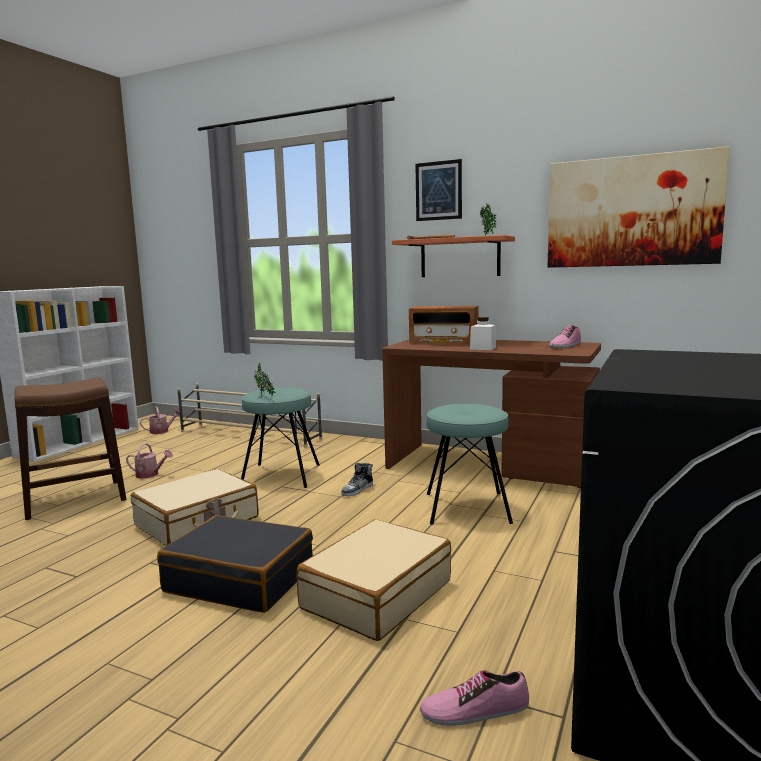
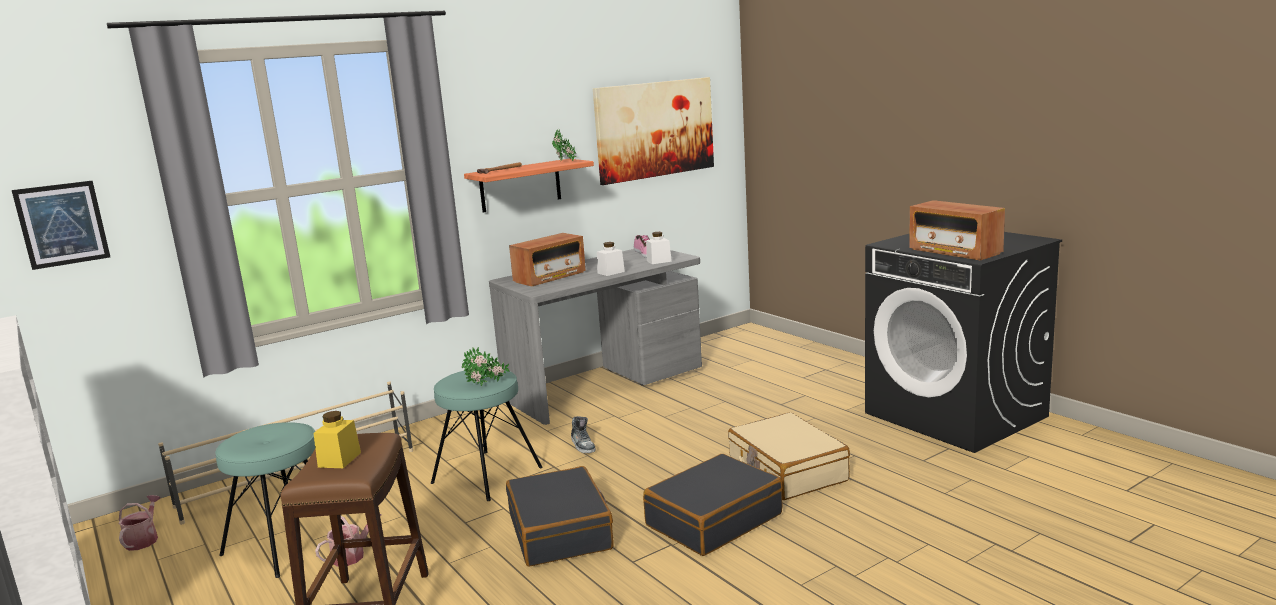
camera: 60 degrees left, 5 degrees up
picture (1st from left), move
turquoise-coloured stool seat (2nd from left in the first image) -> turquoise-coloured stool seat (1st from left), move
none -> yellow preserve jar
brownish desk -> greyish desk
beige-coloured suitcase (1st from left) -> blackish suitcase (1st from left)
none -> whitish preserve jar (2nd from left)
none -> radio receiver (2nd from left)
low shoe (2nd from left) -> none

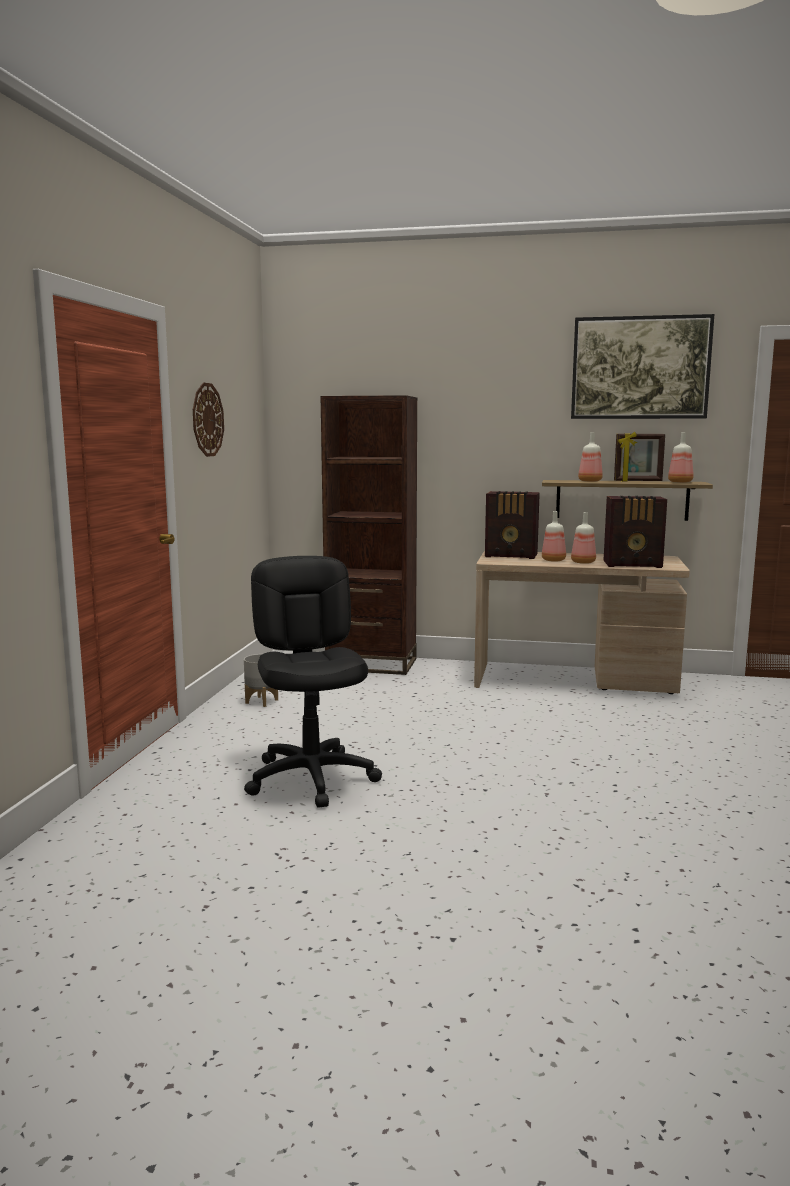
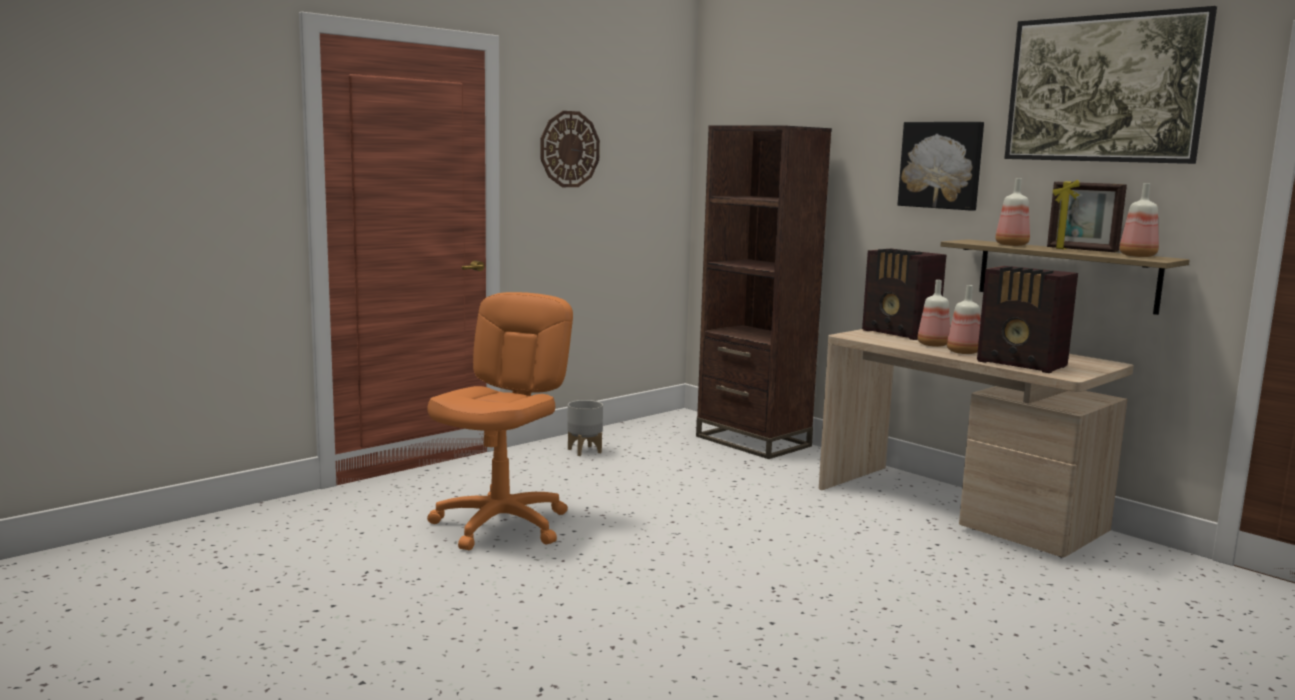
camera: 35 degrees right, 0 degrees up
blackish desk chair -> orange desk chair
none -> picture (1st from left)

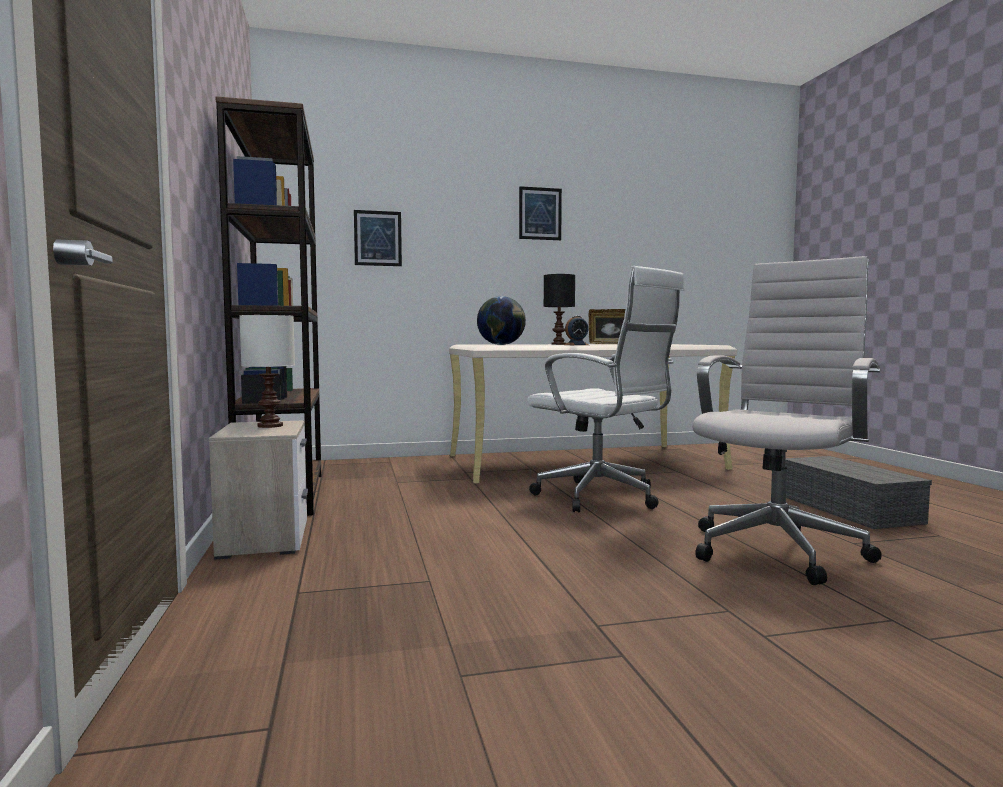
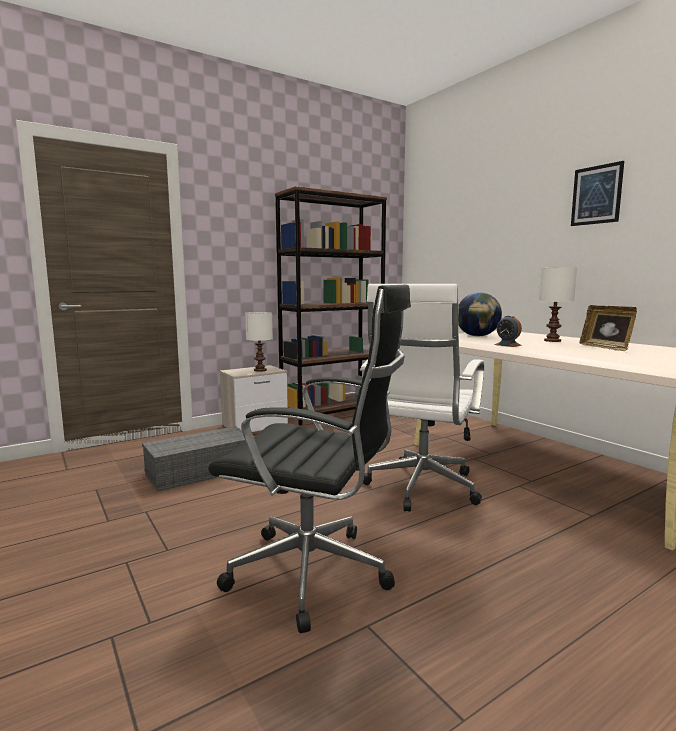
camera: 70 degrees right, 5 degrees up
greyish storage container, move
whitish desk chair (2nd from left) -> blackish desk chair
blackish tabletop lamp -> whitish tabletop lamp (2nd from left)
picture (1st from left) -> none

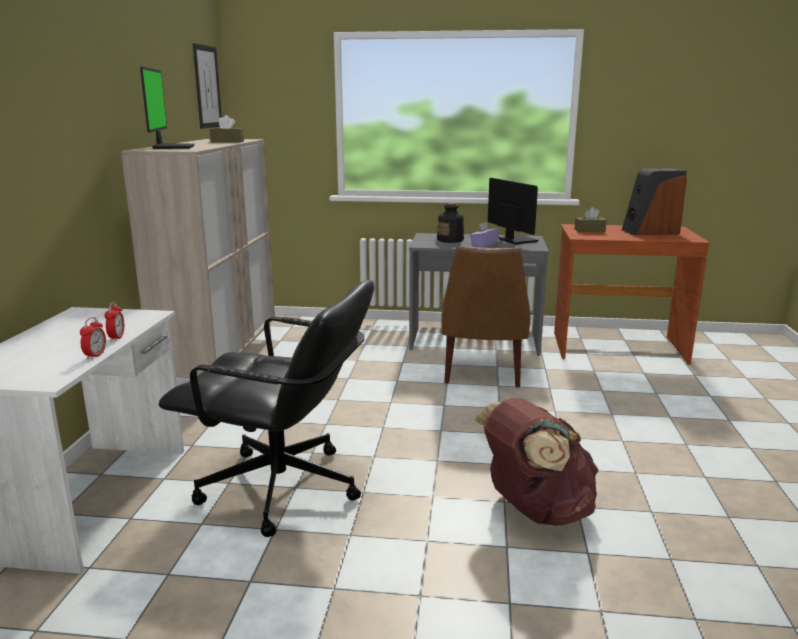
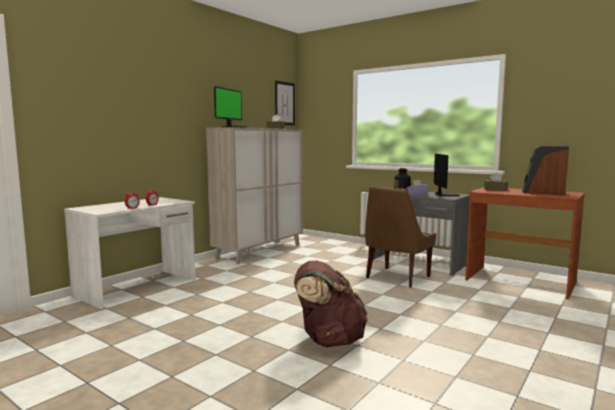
camera: 30 degrees right, 10 degrees down
blackish desk chair -> none

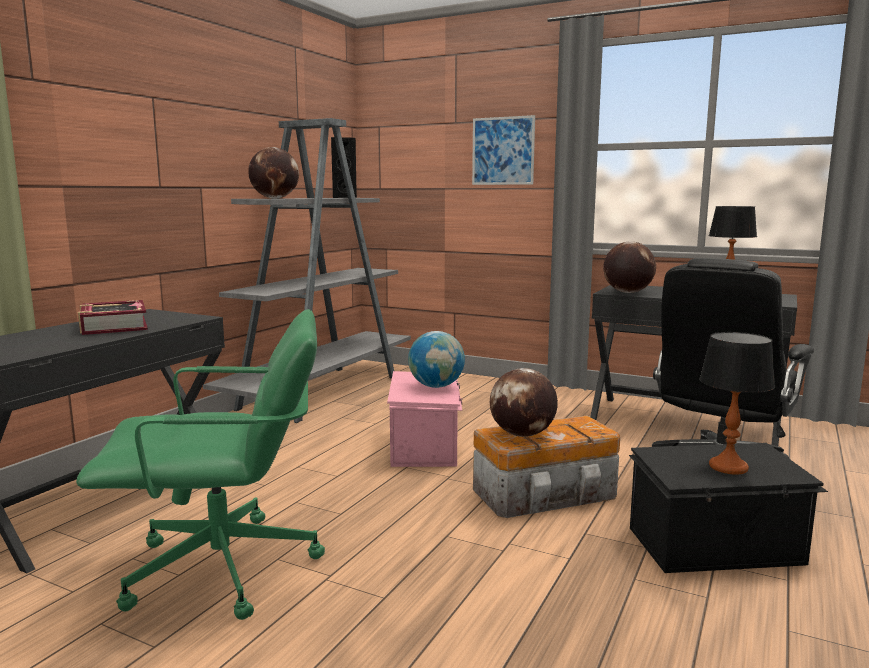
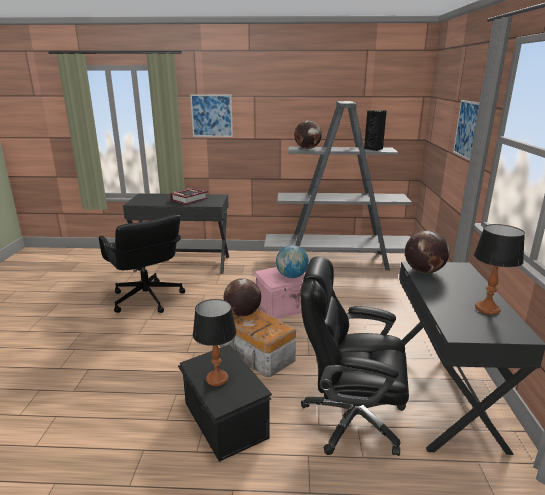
camera: 65 degrees right, 10 degrees up
greenish desk chair -> blackish desk chair (1st from left)
none -> picture (1st from left)

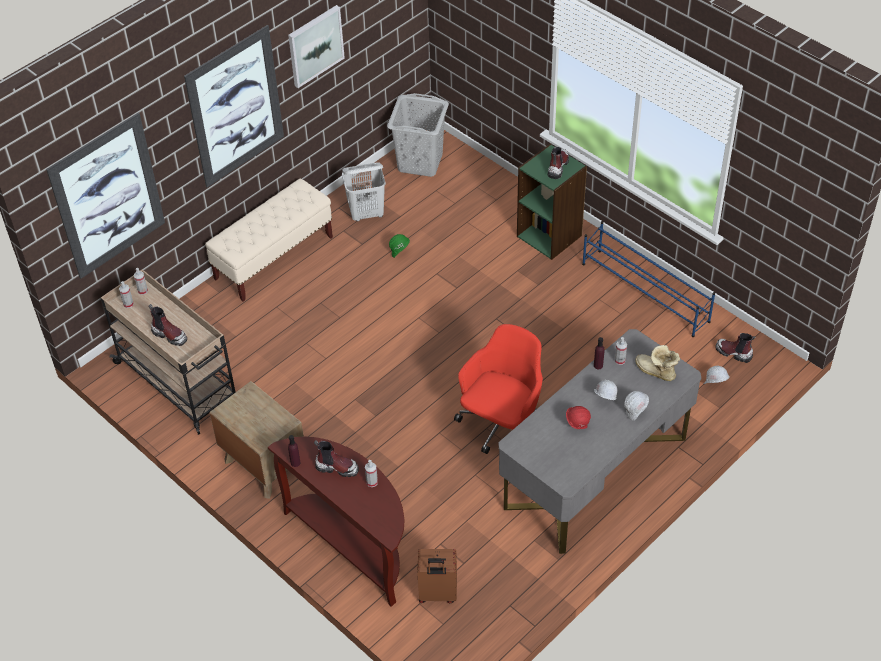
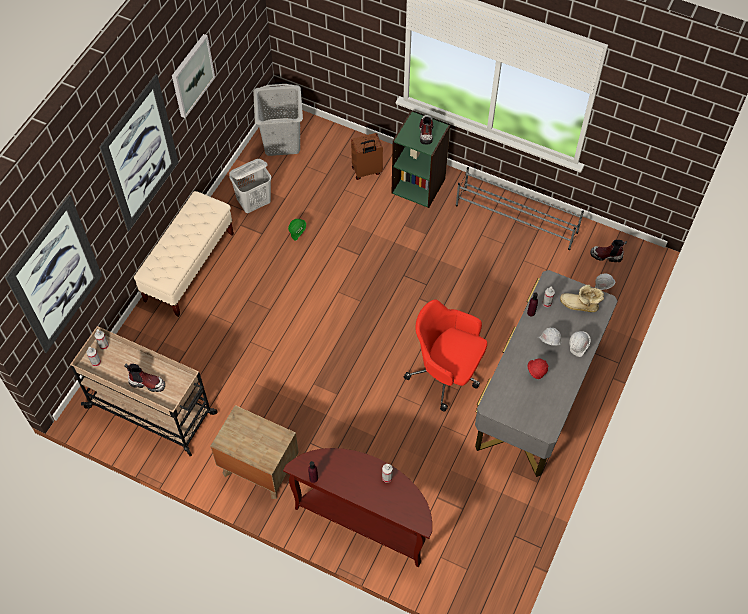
camera: 20 degrees left, 10 degrees up
brownish suitcase, move
red desk chair, 75 degrees counterclockwise
blue shoe shelf -> greyish shoe shelf
high-top boot (2nd from left) -> none

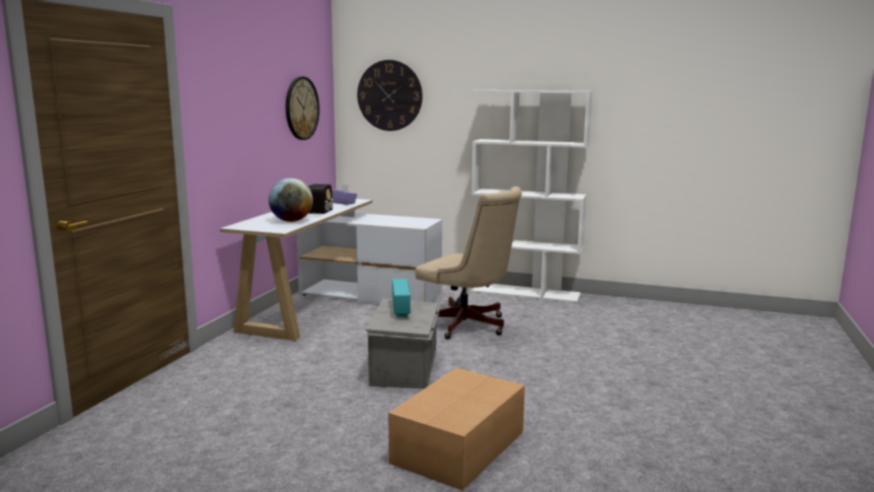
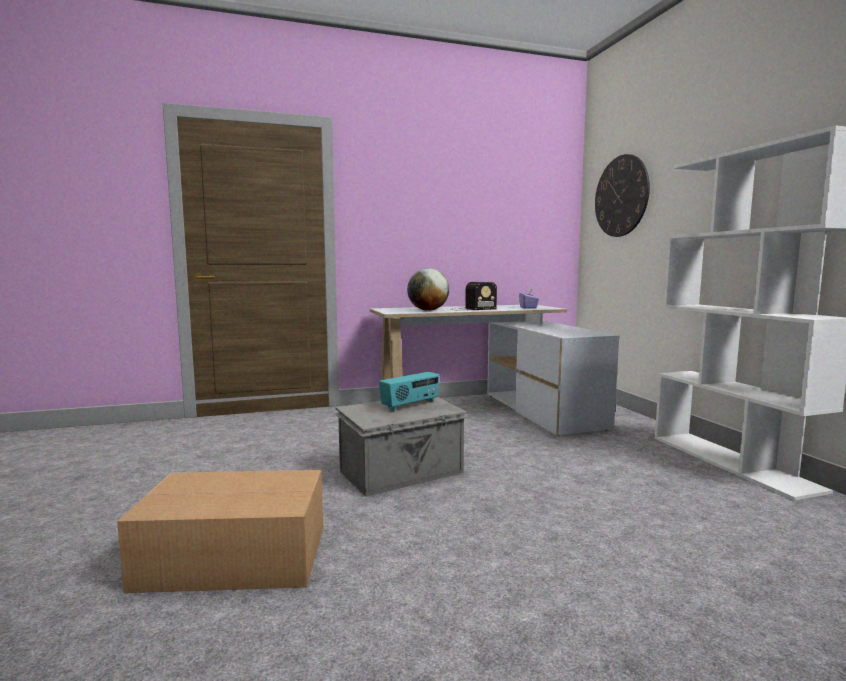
camera: 55 degrees right, 5 degrees down
wall clock (1st from left) -> none
beige-coloured desk chair -> none

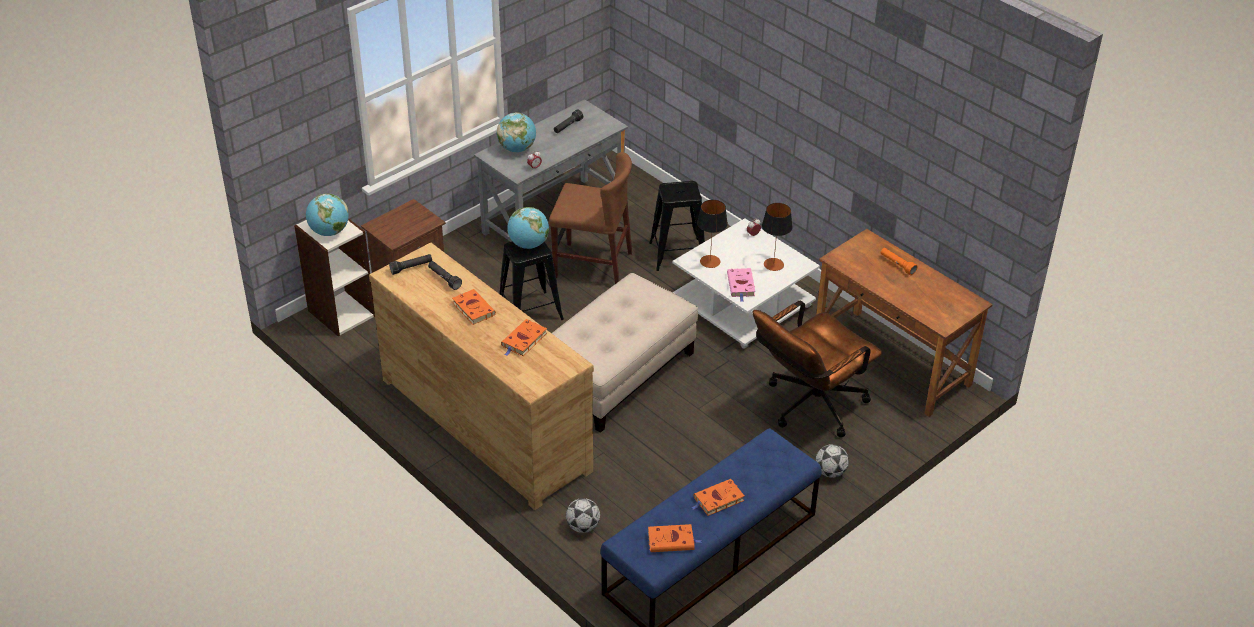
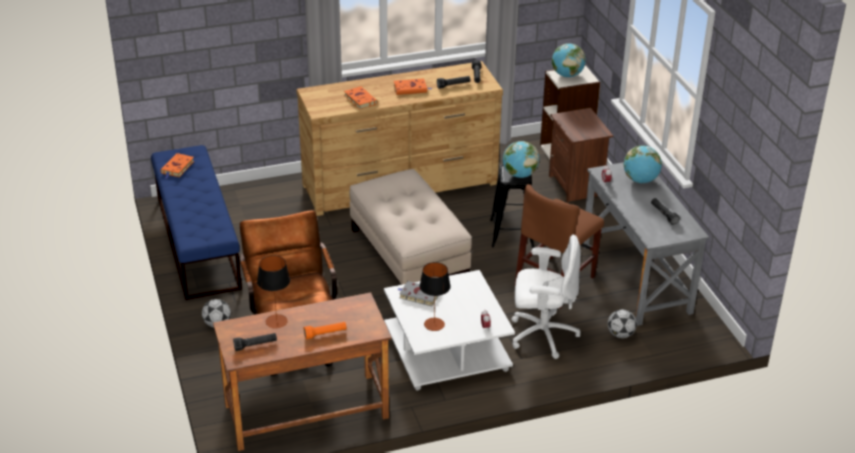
camera: 115 degrees right, 5 degrees down
none -> blackish torch (1st from left)
tabletop lamp (1st from left), move
pink volume -> greyish volume
blackish stool seat (2nd from left) -> whitish desk chair
ball for football (1st from left in the first image) -> ball for football (2nd from left), move
orange volume (4th from left) -> none

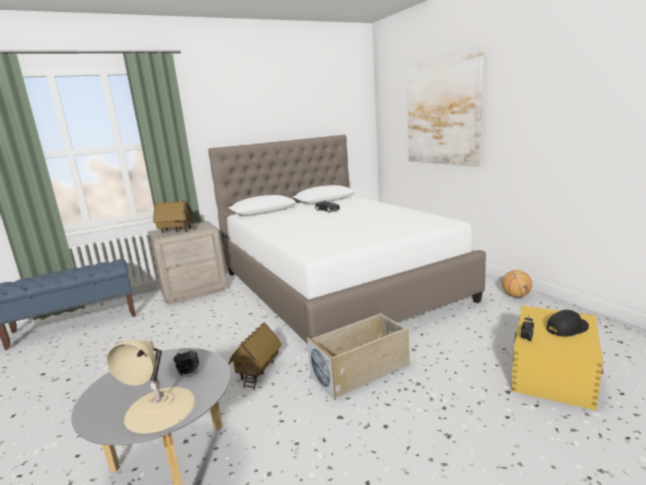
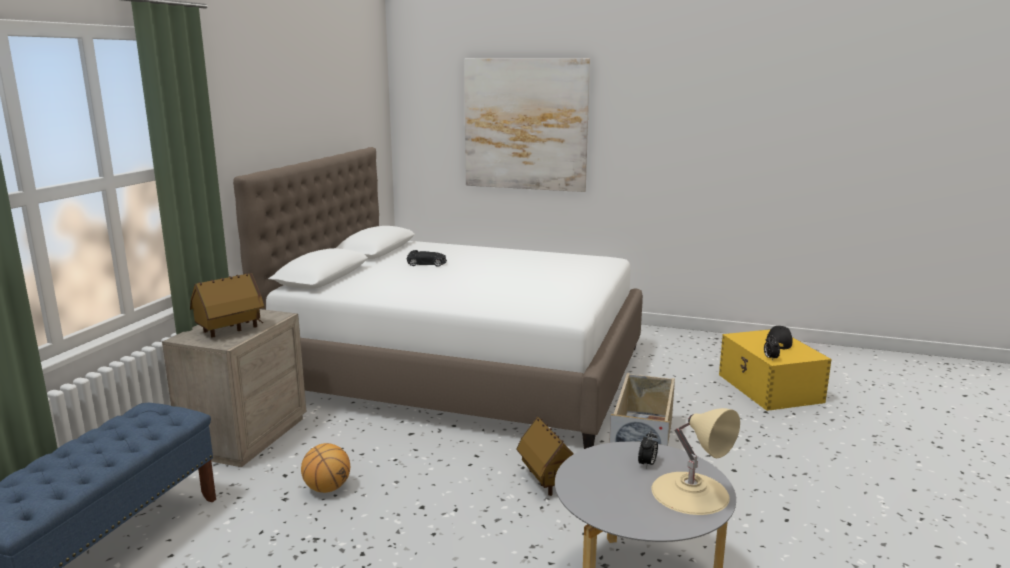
camera: 45 degrees left, 0 degrees up
basketball, move

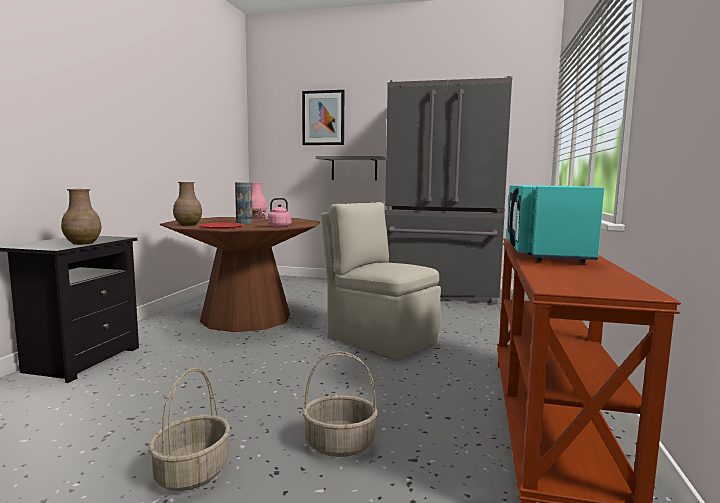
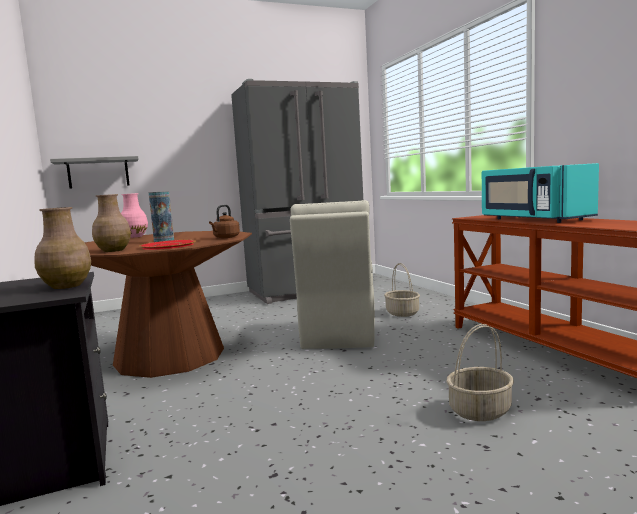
camera: 35 degrees left, 0 degrees up
greyish shelf, move
pink tea kettle -> brownish tea kettle
beige-coloured plain chair, 90 degrees counterclockwise
household basket (1st from left), move
picture -> none

